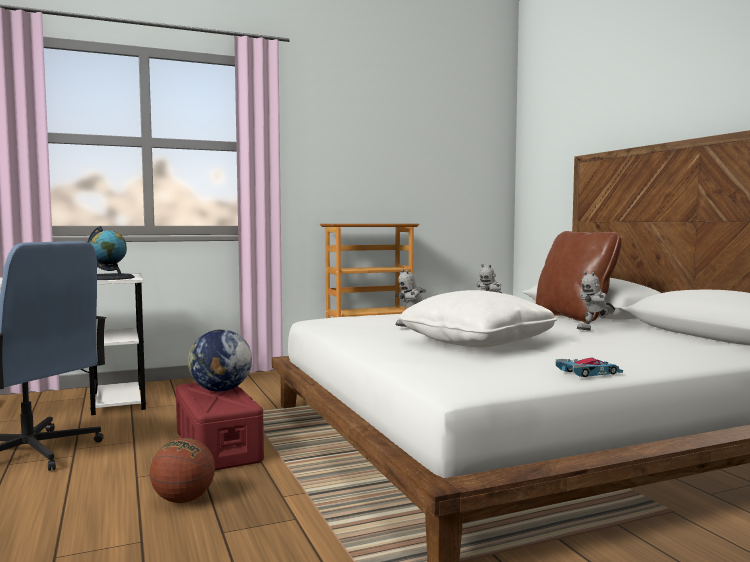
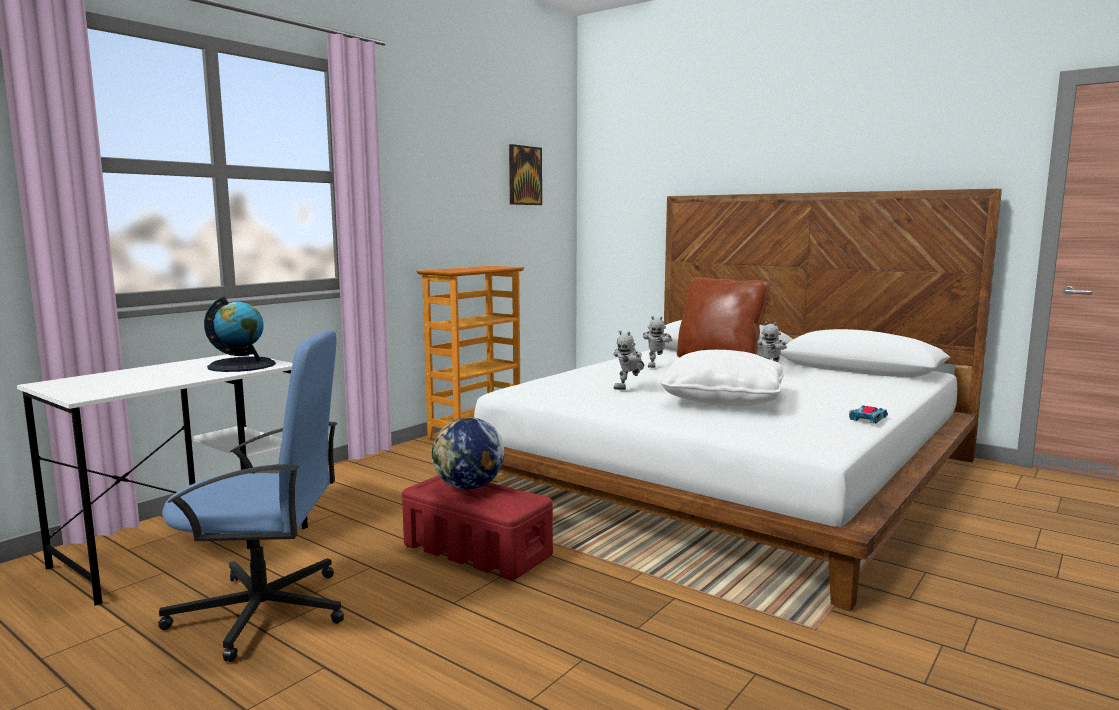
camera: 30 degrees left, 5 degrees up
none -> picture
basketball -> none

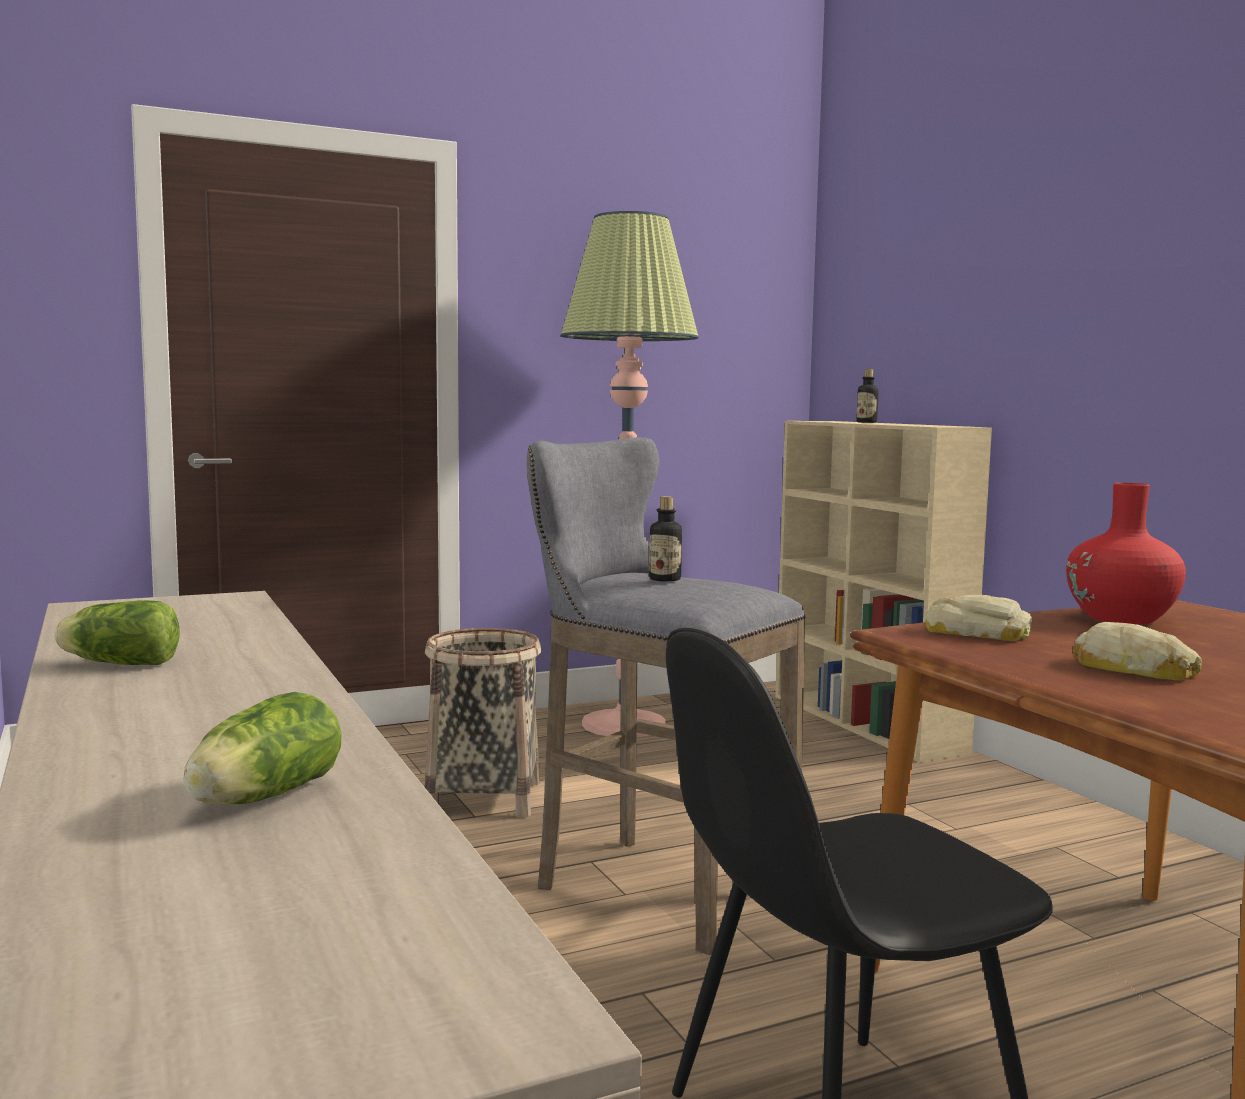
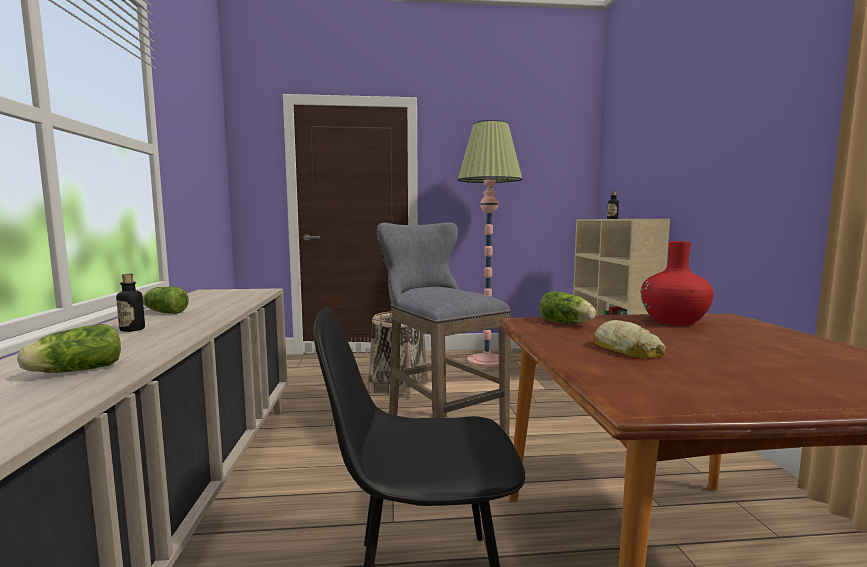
camera: 20 degrees right, 0 degrees up
bottle (1st from left), move
bakery bread (1st from left) -> head of lettuce (3rd from left)

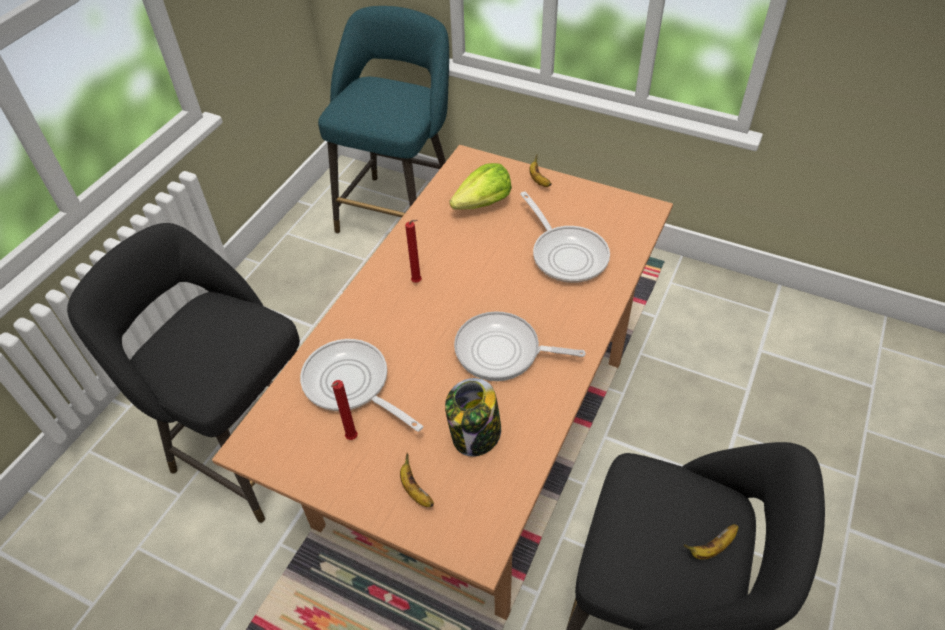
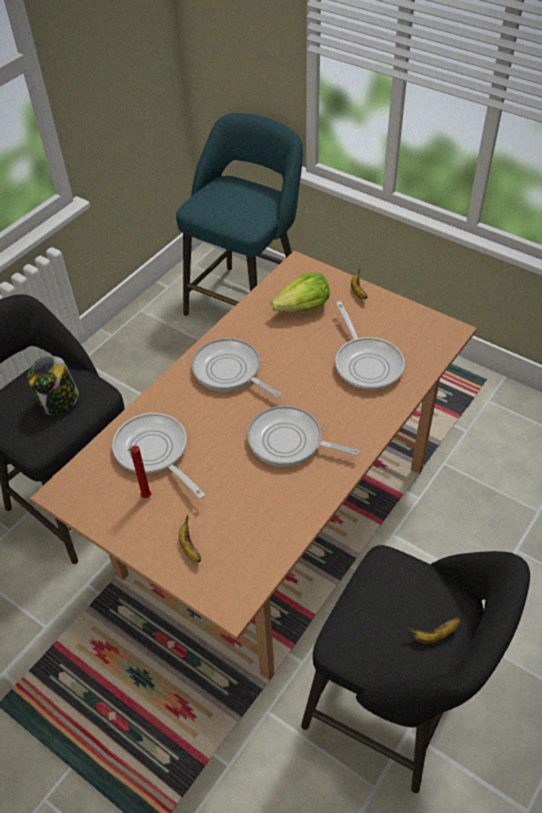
camera: 10 degrees right, 0 degrees up
preserve jar, move
red candle (2nd from left) -> frying pan (2nd from left)

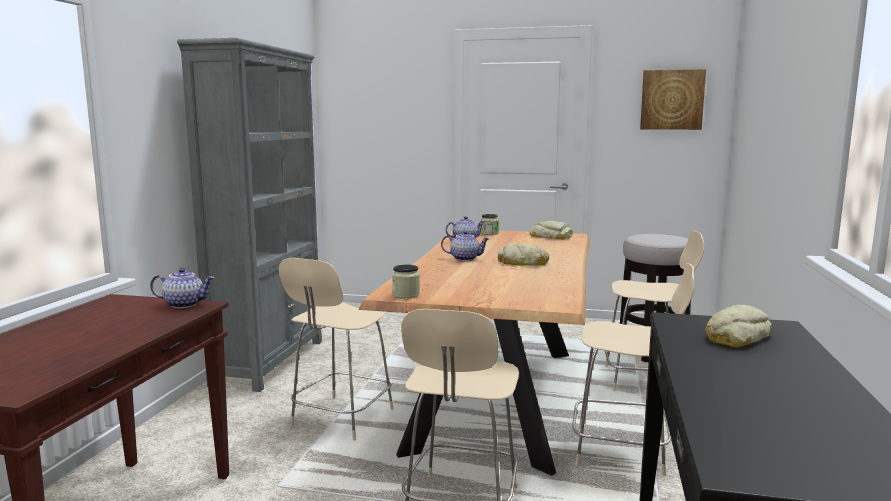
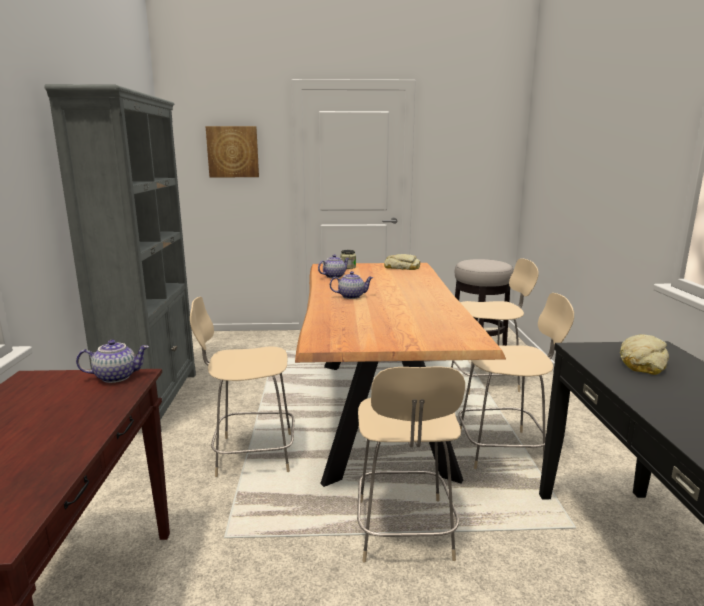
camera: 15 degrees left, 5 degrees up
beige-coloured plain chair (1st from left), 75 degrees clockwise
picture, move
preserve jar (1st from left) -> none
bakery bread (1st from left) -> none

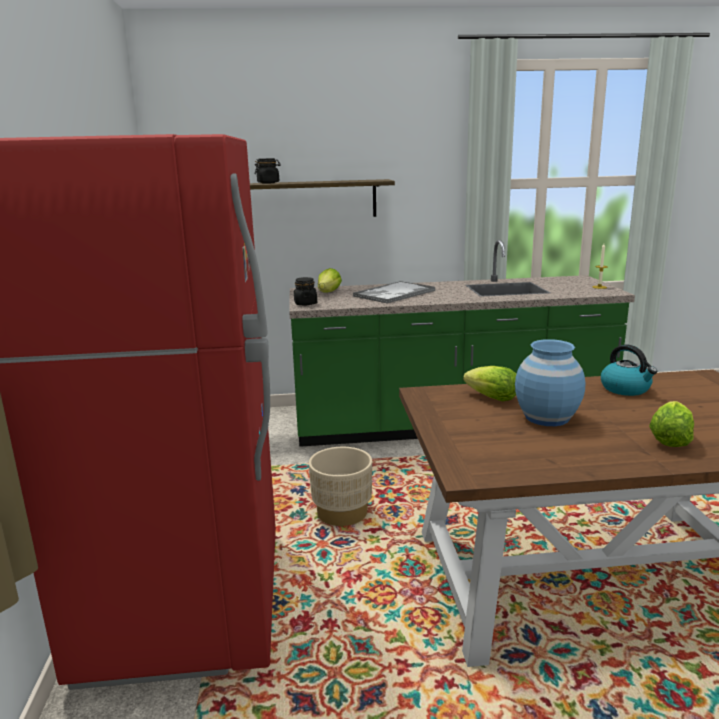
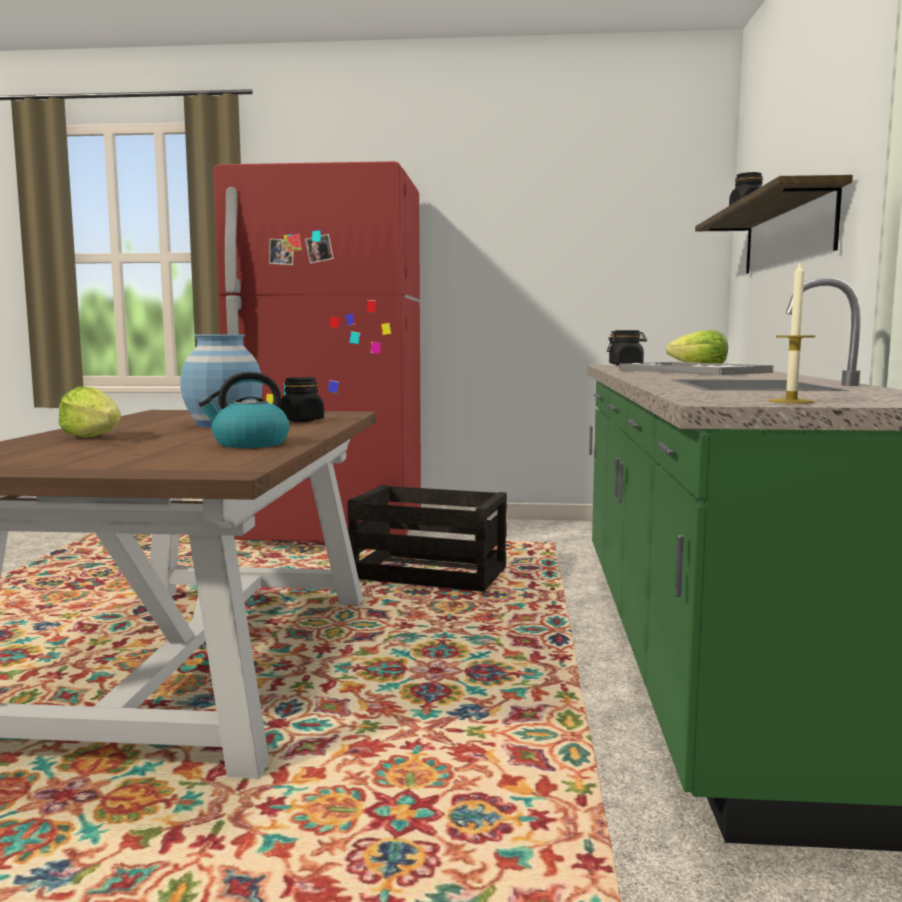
camera: 100 degrees right, 10 degrees down
head of lettuce (2nd from left) -> blackish preserve jar (1st from left)
beige-coloured flower pot -> crate

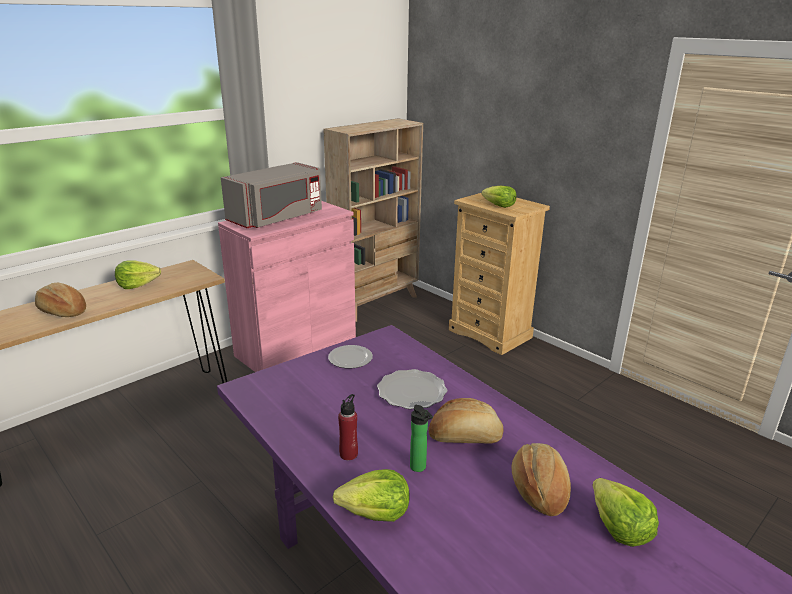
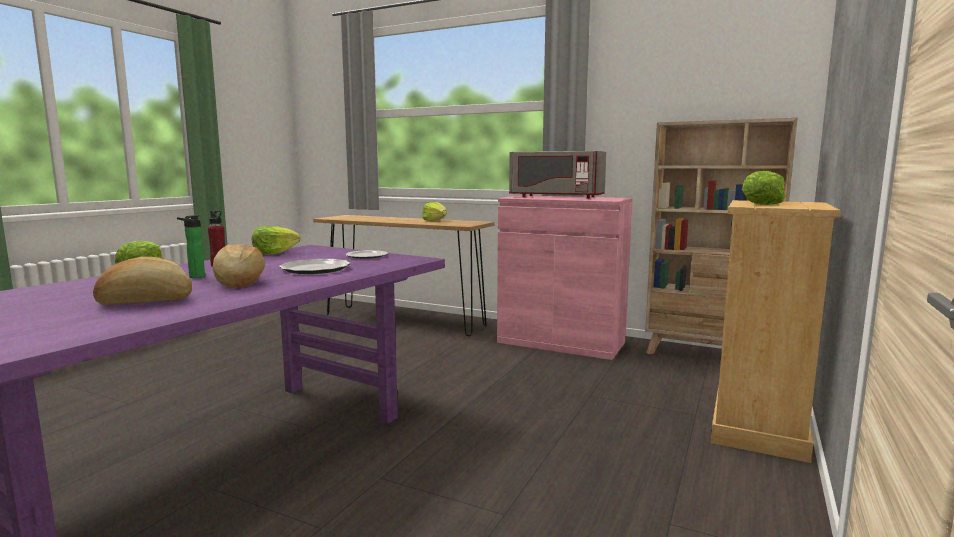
camera: 70 degrees right, 15 degrees down
head of lettuce (4th from left in the first image) -> head of lettuce (2nd from left), move
bakery bread (1st from left) -> none

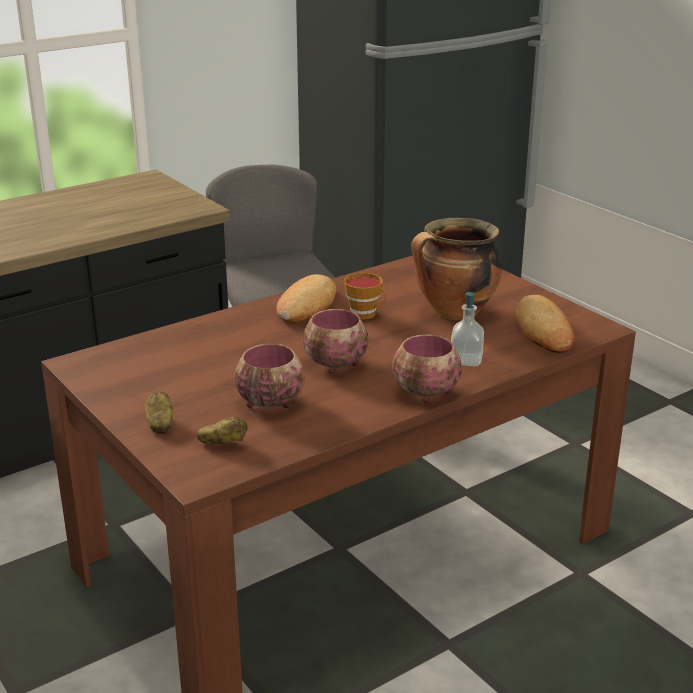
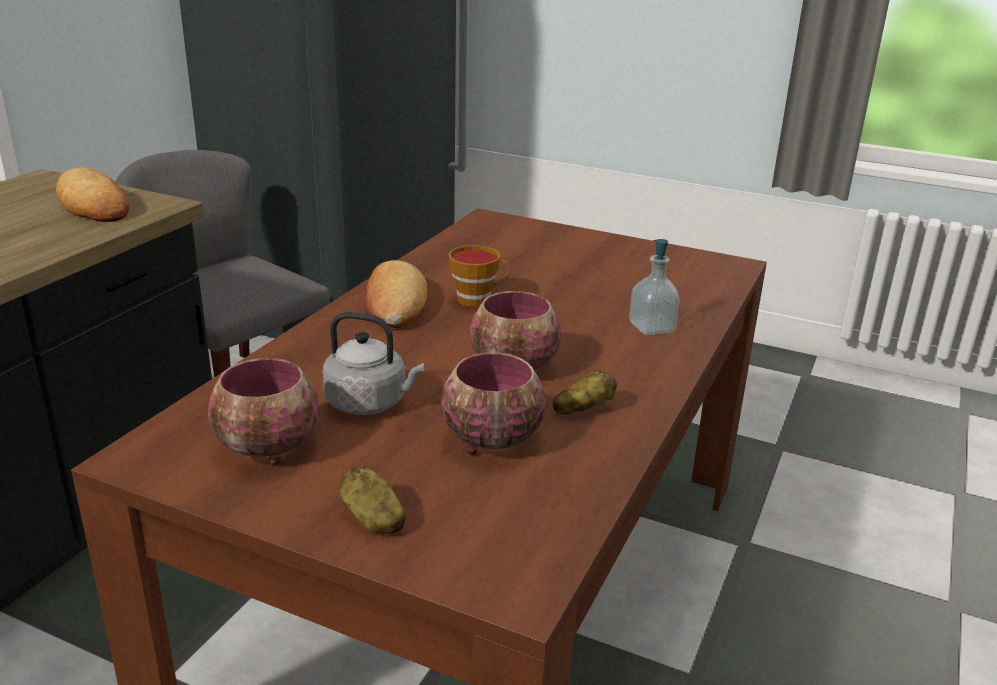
camera: 30 degrees left, 0 degrees up
bakery bread (2nd from left in the first image) -> bakery bread (1st from left), move
deep dish (3rd from left in the first image) -> deep dish (1st from left), move
none -> greyish tea kettle
potato (2nd from left), move
stockpot -> none

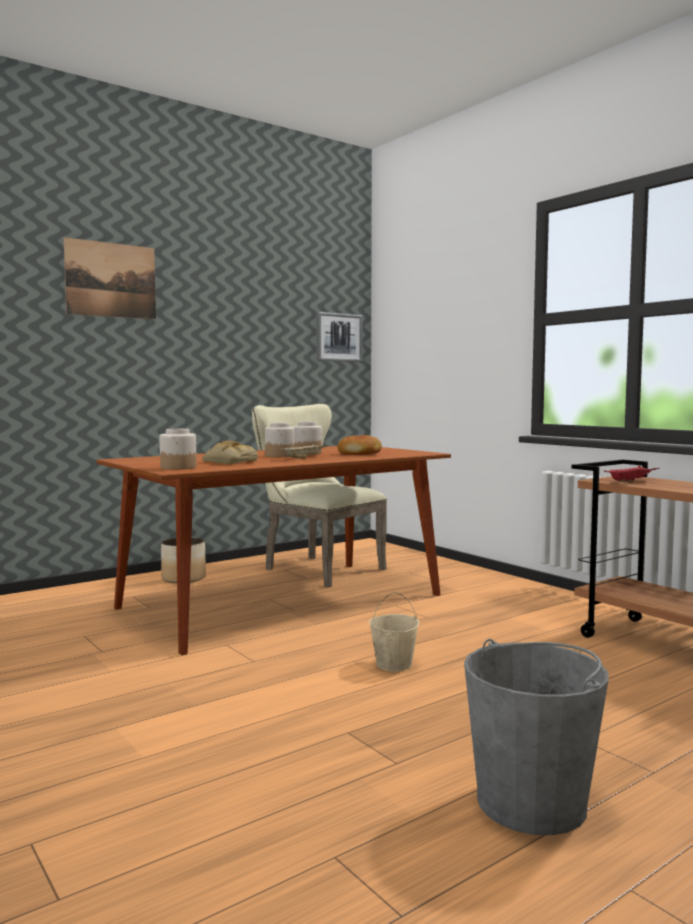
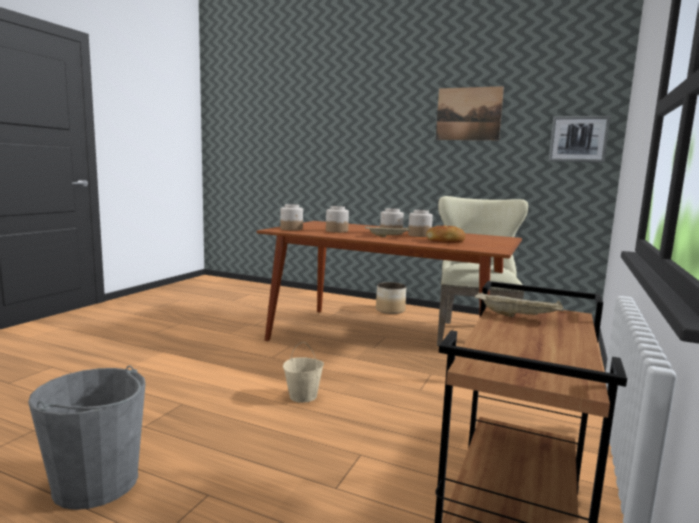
camera: 60 degrees right, 5 degrees up
bakery bread (1st from left) -> preserve jar (2nd from left)
picture (1st from left), move
red tray -> beige-coloured tray (2nd from left)

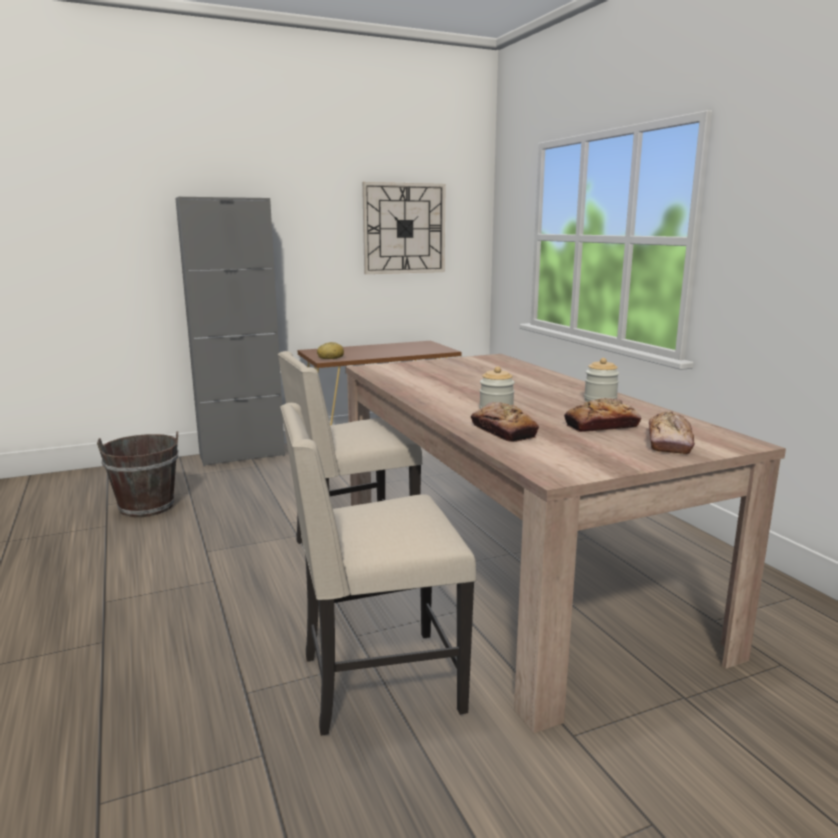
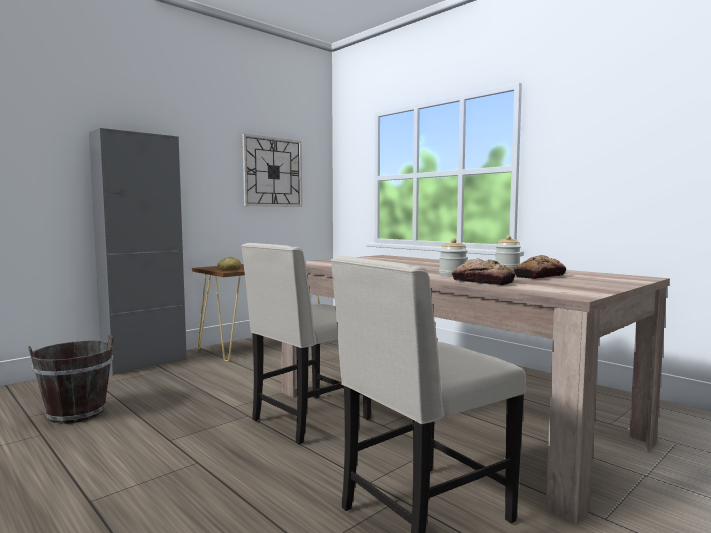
camera: 20 degrees left, 10 degrees down
bakery bread (4th from left) -> none

